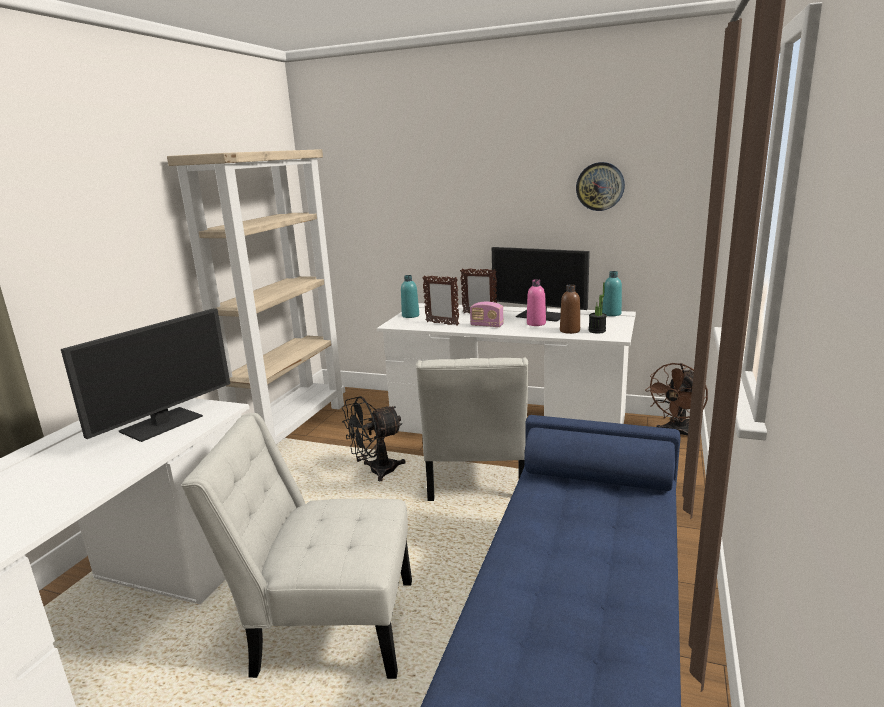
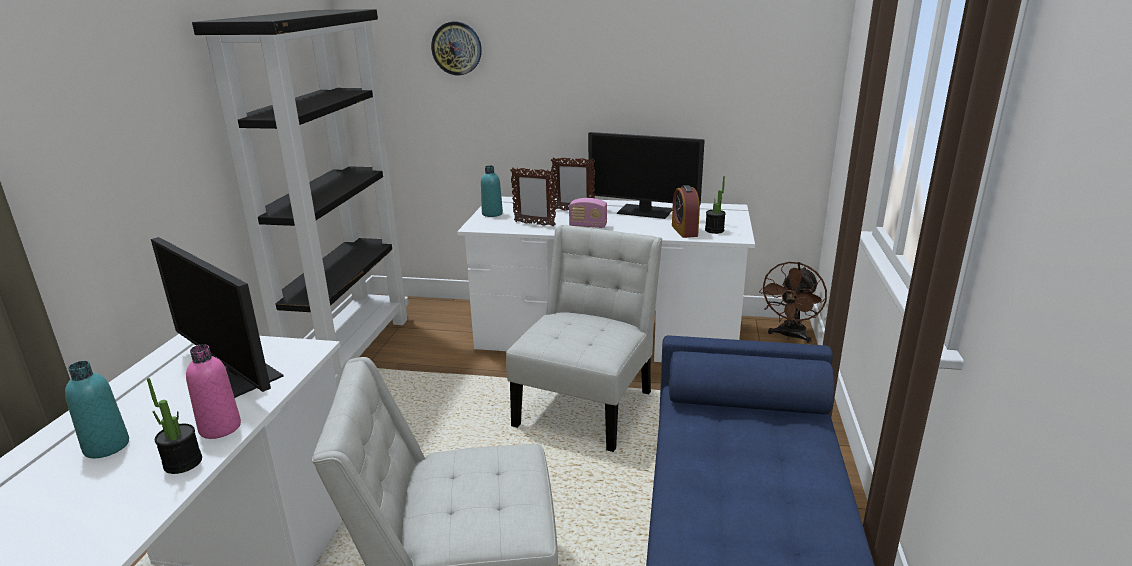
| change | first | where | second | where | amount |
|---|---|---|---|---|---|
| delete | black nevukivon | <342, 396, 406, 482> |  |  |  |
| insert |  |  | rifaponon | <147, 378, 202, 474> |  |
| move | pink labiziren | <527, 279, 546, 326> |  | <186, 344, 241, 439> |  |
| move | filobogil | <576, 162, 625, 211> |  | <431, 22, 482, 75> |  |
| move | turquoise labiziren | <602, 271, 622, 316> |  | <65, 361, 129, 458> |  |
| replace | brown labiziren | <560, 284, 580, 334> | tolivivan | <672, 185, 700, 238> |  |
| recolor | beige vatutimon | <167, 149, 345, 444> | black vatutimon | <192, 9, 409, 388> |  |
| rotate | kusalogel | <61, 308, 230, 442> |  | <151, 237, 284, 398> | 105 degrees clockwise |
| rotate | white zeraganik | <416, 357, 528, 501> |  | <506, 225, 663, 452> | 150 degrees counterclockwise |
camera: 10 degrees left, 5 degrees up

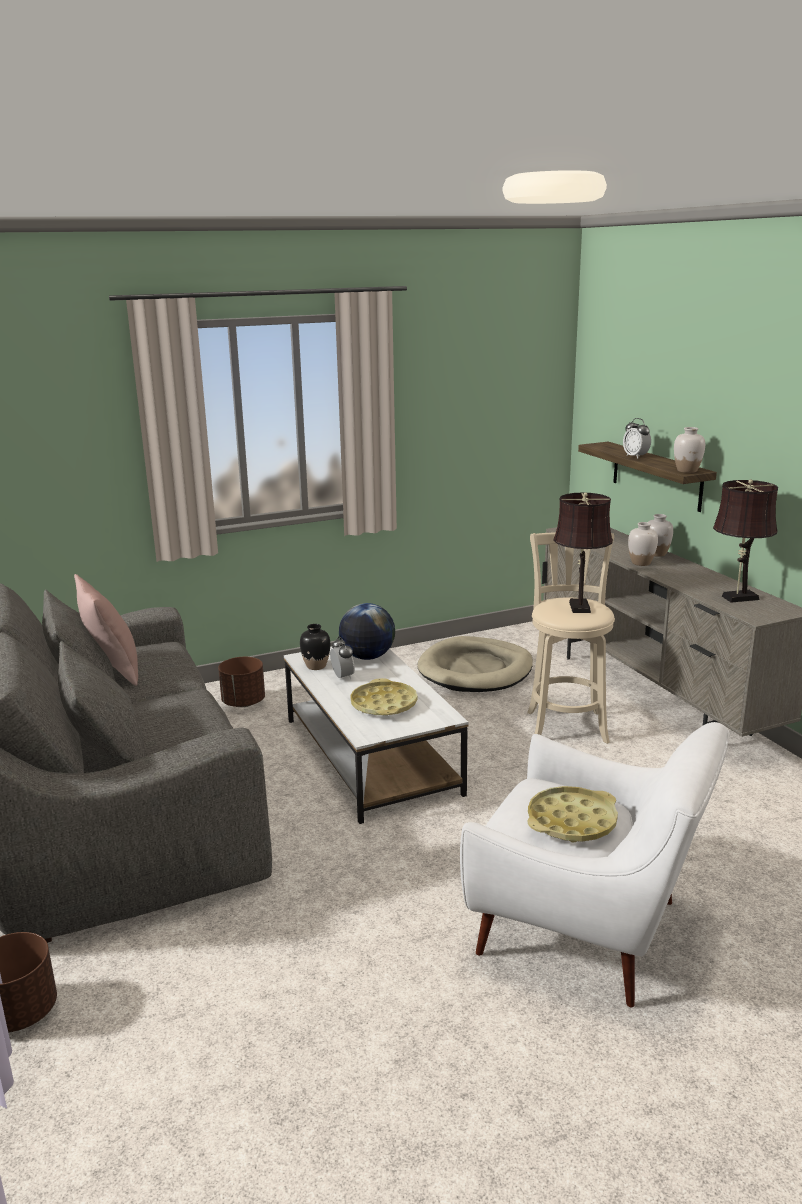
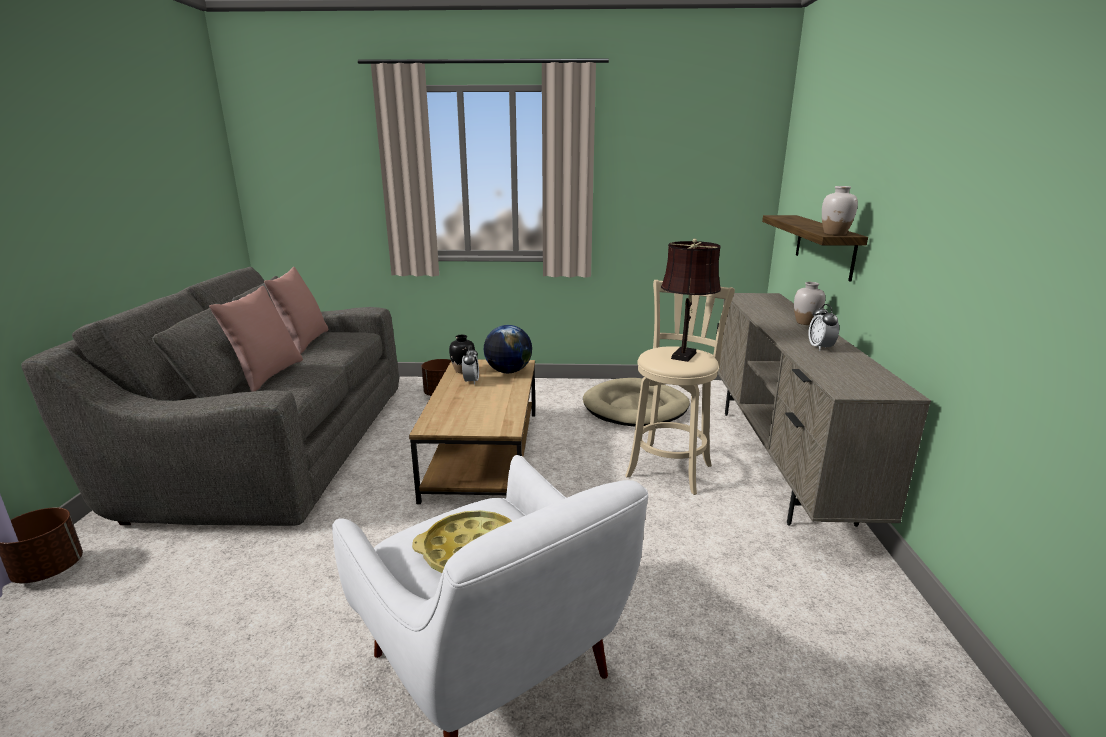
| change | first | where | second | where | amount |
|---|---|---|---|---|---|
| delete | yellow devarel | <350, 678, 417, 715> |  |  |  |
| delete | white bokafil | <628, 522, 658, 566> |  |  |  |
| delete | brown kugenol | <713, 479, 778, 603> |  |  |  |
| insert |  |  | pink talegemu | <209, 286, 303, 392> |  |
| move | tolivivan | <623, 418, 651, 459> |  | <808, 304, 839, 351> |  |
| recolor | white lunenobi | <284, 647, 468, 824> | brown lunenobi | <409, 359, 535, 504> |  |
camera: 25 degrees right, 0 degrees up

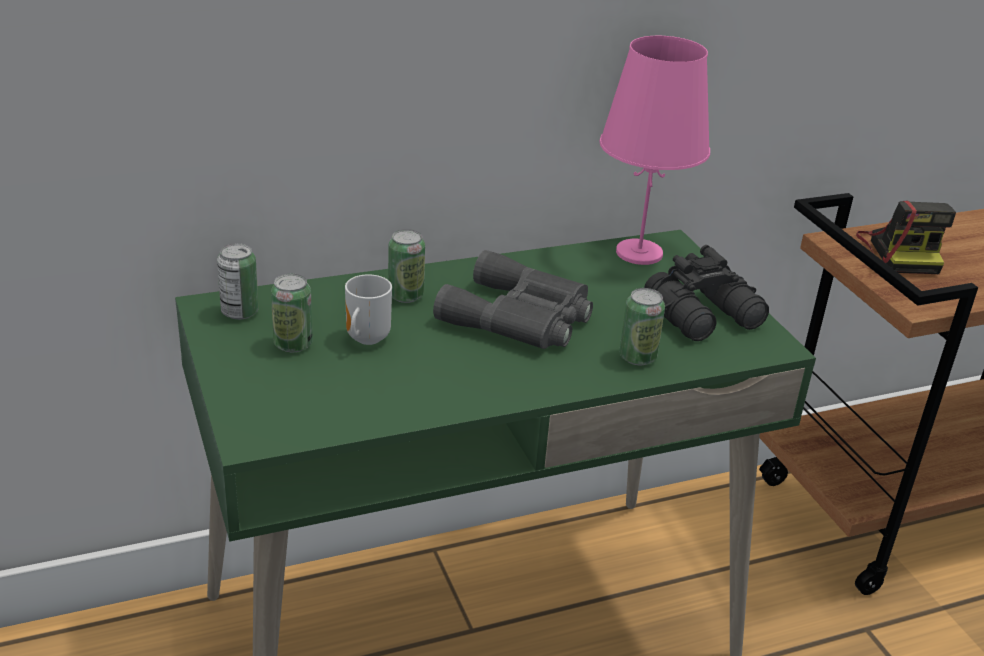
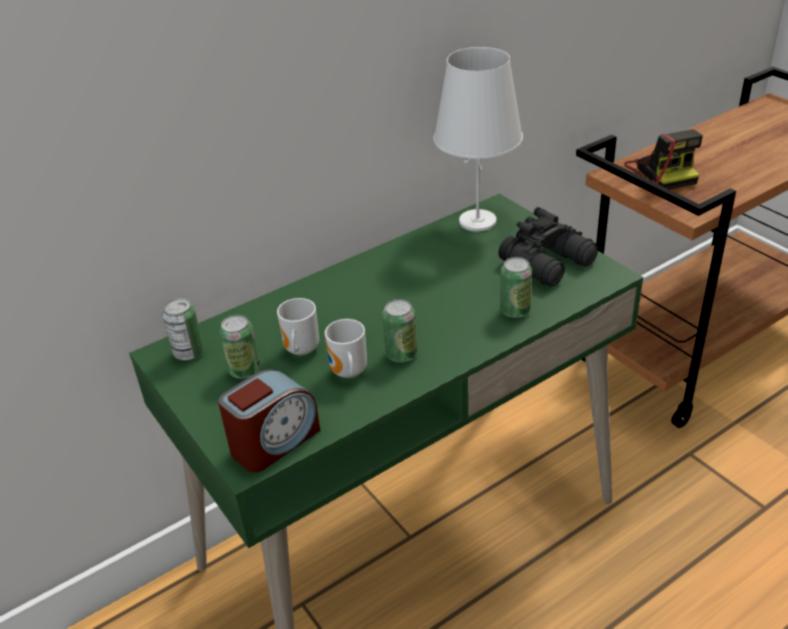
| change | first | where | second | where | amount |
|---|---|---|---|---|---|
| delete | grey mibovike | <433, 250, 593, 349> |  |  |  |
| insert |  |  | tolivivan | <218, 369, 320, 473> |  |
| insert |  |  | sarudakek | <325, 319, 367, 378> |  |
| move | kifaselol | <388, 229, 425, 303> |  | <382, 299, 417, 363> |  |
| recolor | pink kugenol | <599, 36, 710, 265> | white kugenol | <433, 47, 523, 231> |  |
camera: 10 degrees left, 5 degrees up

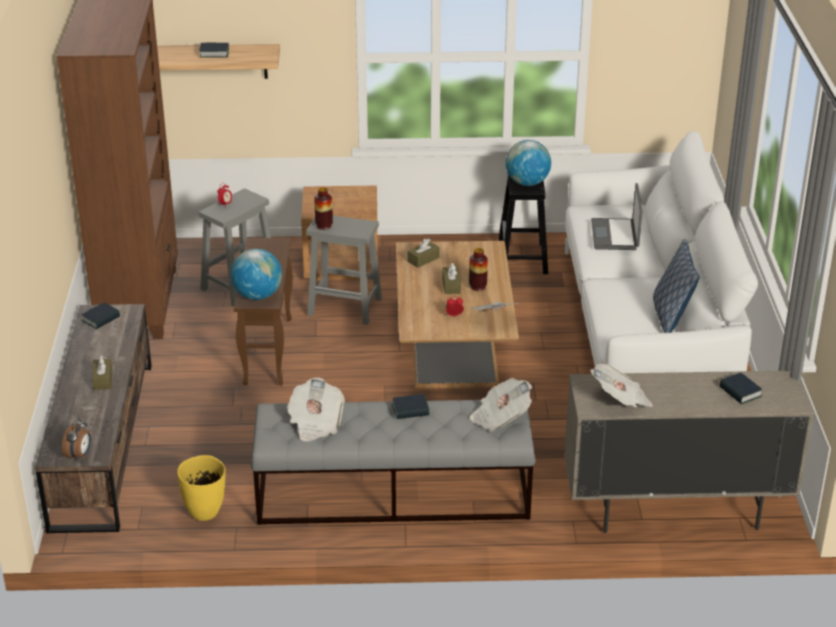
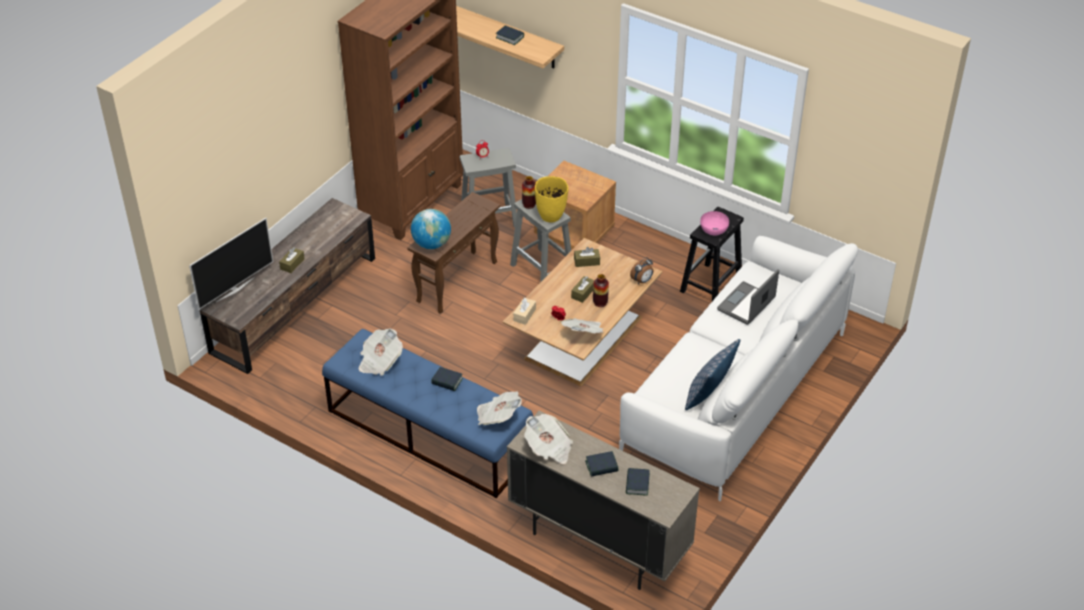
| change | first | where | second | where | amount |
|---|---|---|---|---|---|
| insert |  |  | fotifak | <189, 218, 273, 310> |  |
| insert |  |  | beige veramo | <513, 297, 536, 325> |  |
| move | tolivivan | <62, 418, 91, 461> |  | <630, 257, 653, 284> |  |
| move | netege | <81, 302, 120, 329> |  | <585, 451, 618, 476> |  |
| move | yellow bokafil | <177, 455, 226, 521> |  | <535, 176, 568, 223> |  |
| replace | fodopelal | <505, 140, 551, 186> | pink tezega | <700, 211, 729, 236> |  |
| recolor | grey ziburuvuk | <251, 400, 536, 525> | blue ziburuvuk | <322, 329, 533, 498> |  |
camera: 35 degrees right, 10 degrees up

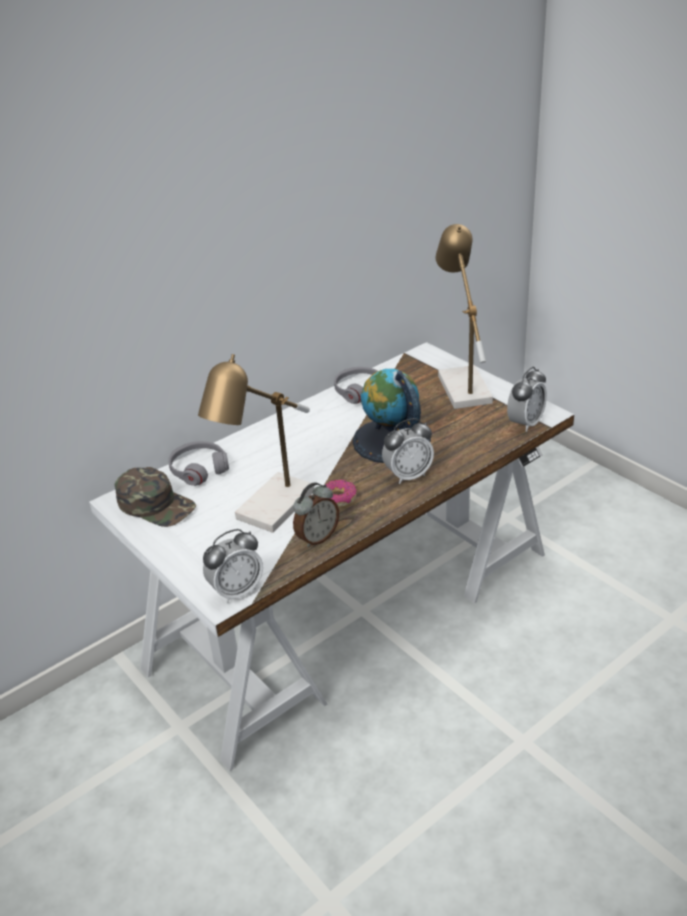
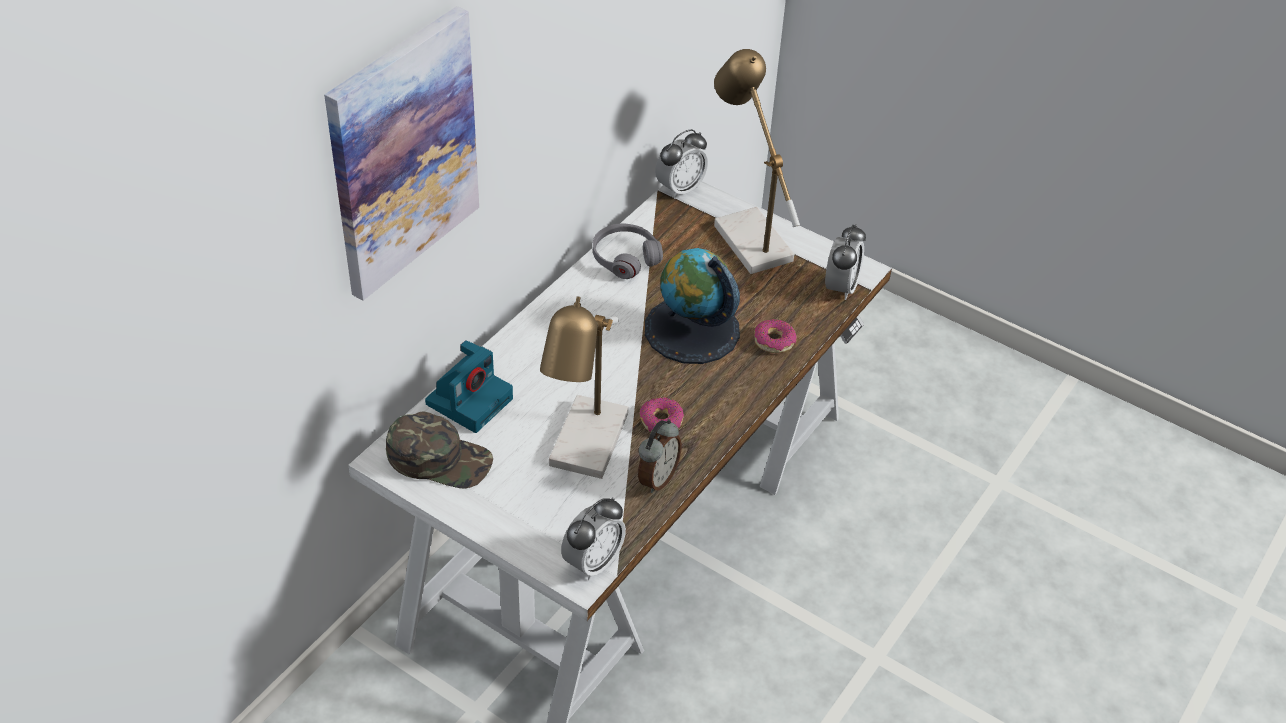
| change | first | where | second | where | amount |
|---|---|---|---|---|---|
| insert |  |  | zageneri | <324, 6, 479, 301> |  |
| insert |  |  | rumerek | <754, 319, 797, 353> |  |
| move | tolivivan | <382, 418, 434, 484> |  | <655, 129, 708, 199> |  |
| replace | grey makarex | <168, 441, 229, 486> | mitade | <425, 340, 513, 433> |  |
camera: 20 degrees left, 10 degrees up

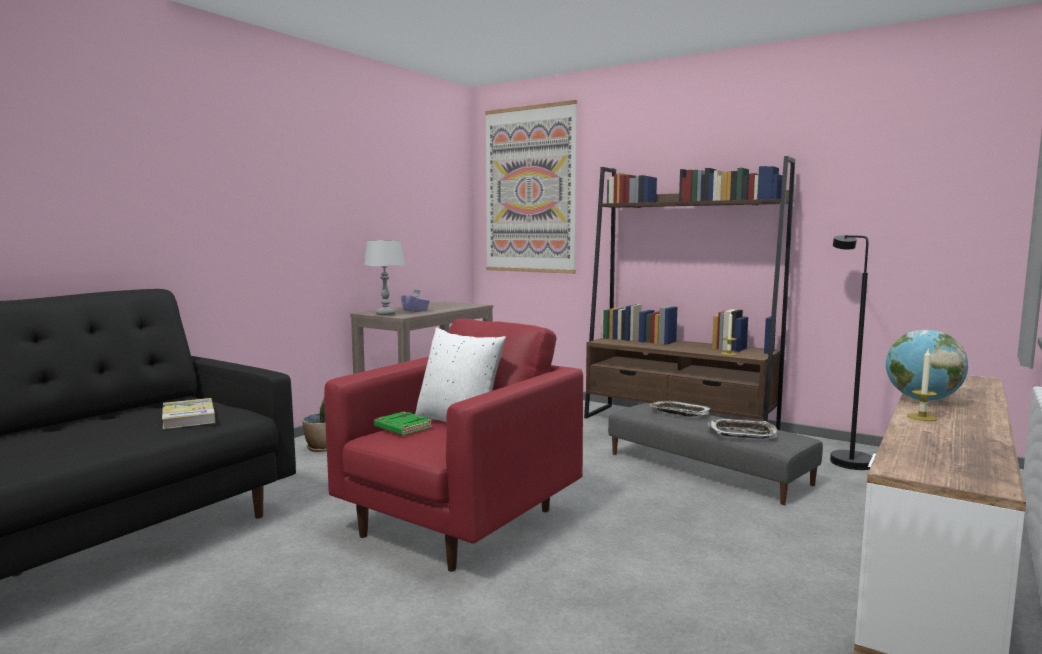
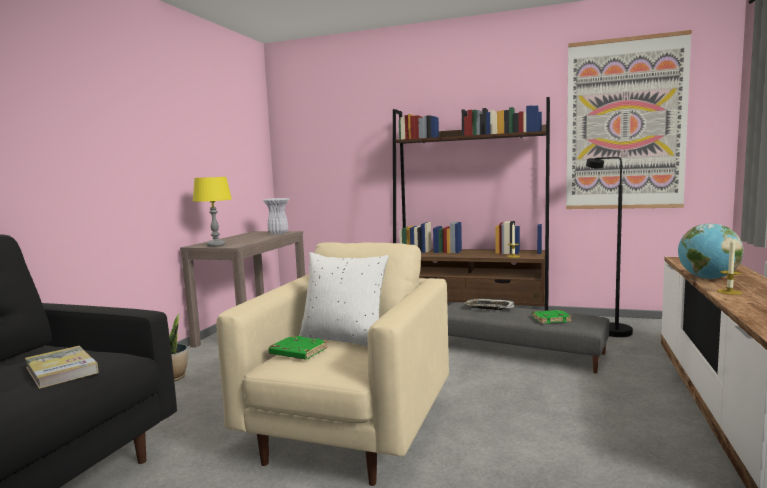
| change | first | where | second | where | amount |
|---|---|---|---|---|---|
| delete | purple veramo | <401, 290, 430, 312> |  |  |  |
| insert |  |  | white bokafil | <263, 198, 289, 234> |  |
| move | zageneri | <485, 100, 577, 274> |  | <566, 30, 692, 209> |  |
| replace | devarel | <707, 418, 778, 439> | green netege | <532, 310, 572, 324> |  |
| recolor | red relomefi | <324, 319, 583, 572> | beige relomefi | <216, 242, 449, 486> |  |
| recolor | grey kugenol | <364, 240, 405, 315> | yellow kugenol | <193, 177, 232, 247> |  |
camera: 15 degrees left, 0 degrees up

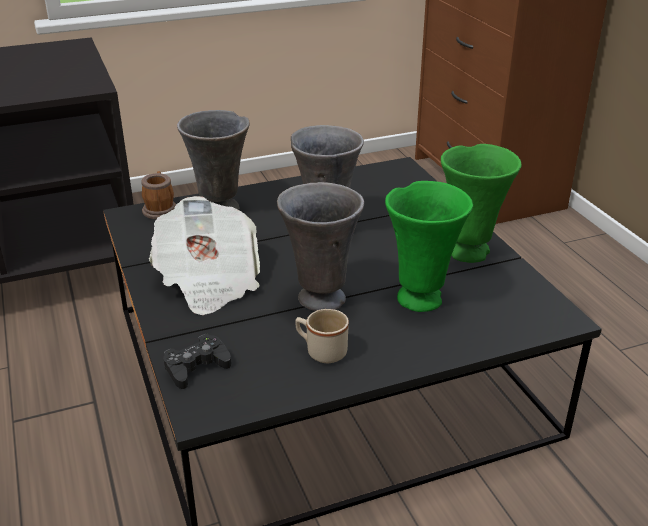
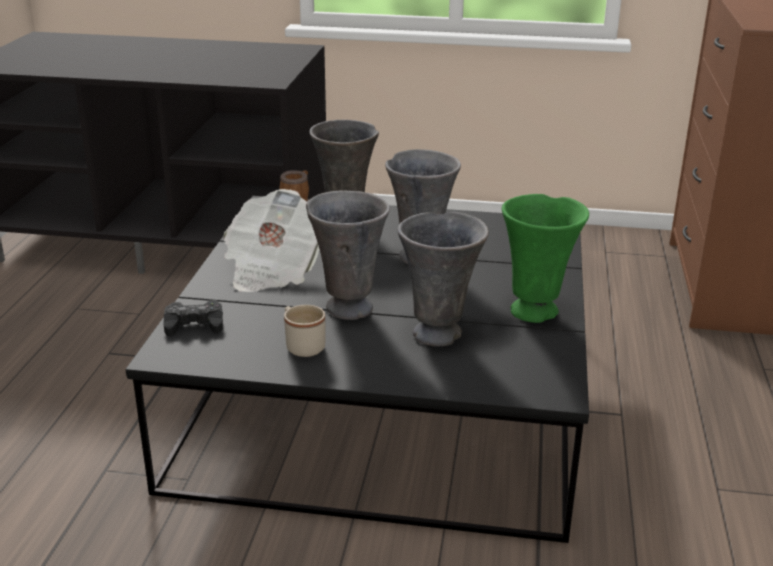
| change | first | where | second | where | amount |
|---|---|---|---|---|---|
| recolor | green bokafil | <385, 181, 473, 312> | grey bokafil | <398, 212, 489, 346> |  |
camera: 30 degrees right, 5 degrees down

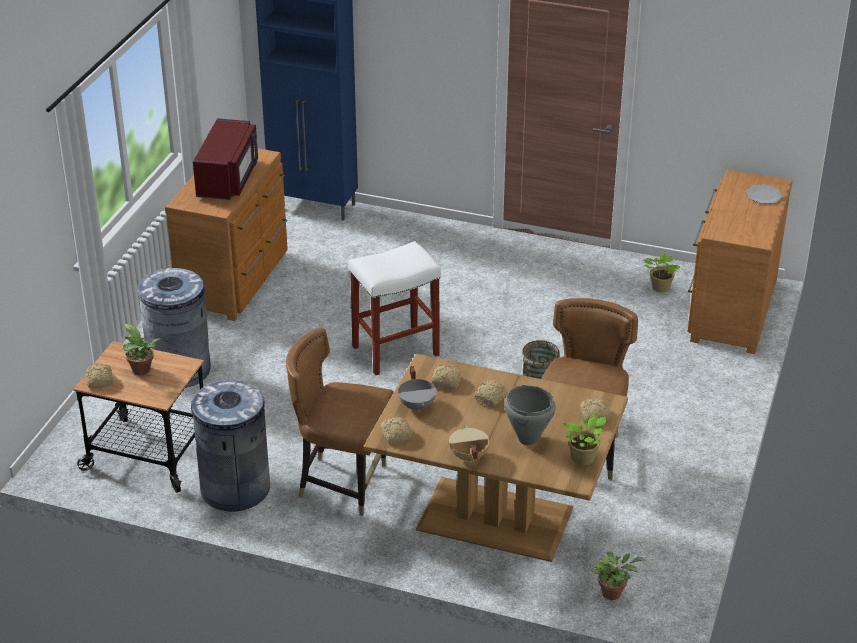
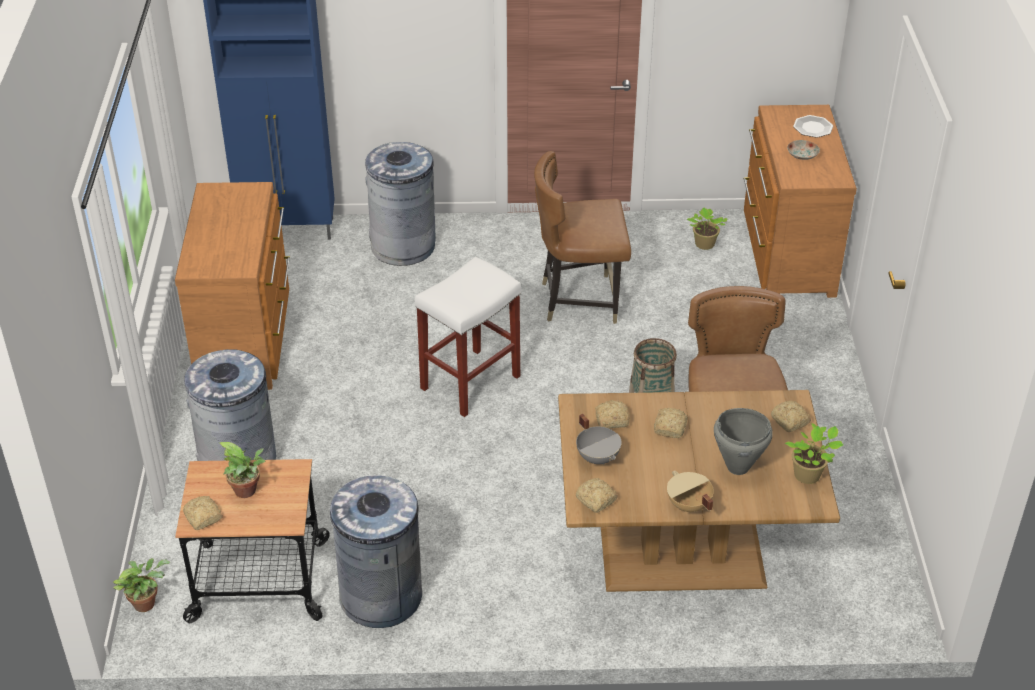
| change | first | where | second | where | amount |
|---|---|---|---|---|---|
| delete | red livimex | <193, 118, 258, 200> |  |  |  |
| insert |  |  | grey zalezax | <365, 142, 435, 266> |  |
| insert |  |  | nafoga | <787, 140, 820, 160> |  |
| move | brown zeraganik | <286, 328, 394, 516> |  | <534, 151, 631, 324> |  |
| move | rifaponon | <591, 552, 646, 600> |  | <113, 558, 170, 612> |  |
camera: 20 degrees left, 5 degrees up

